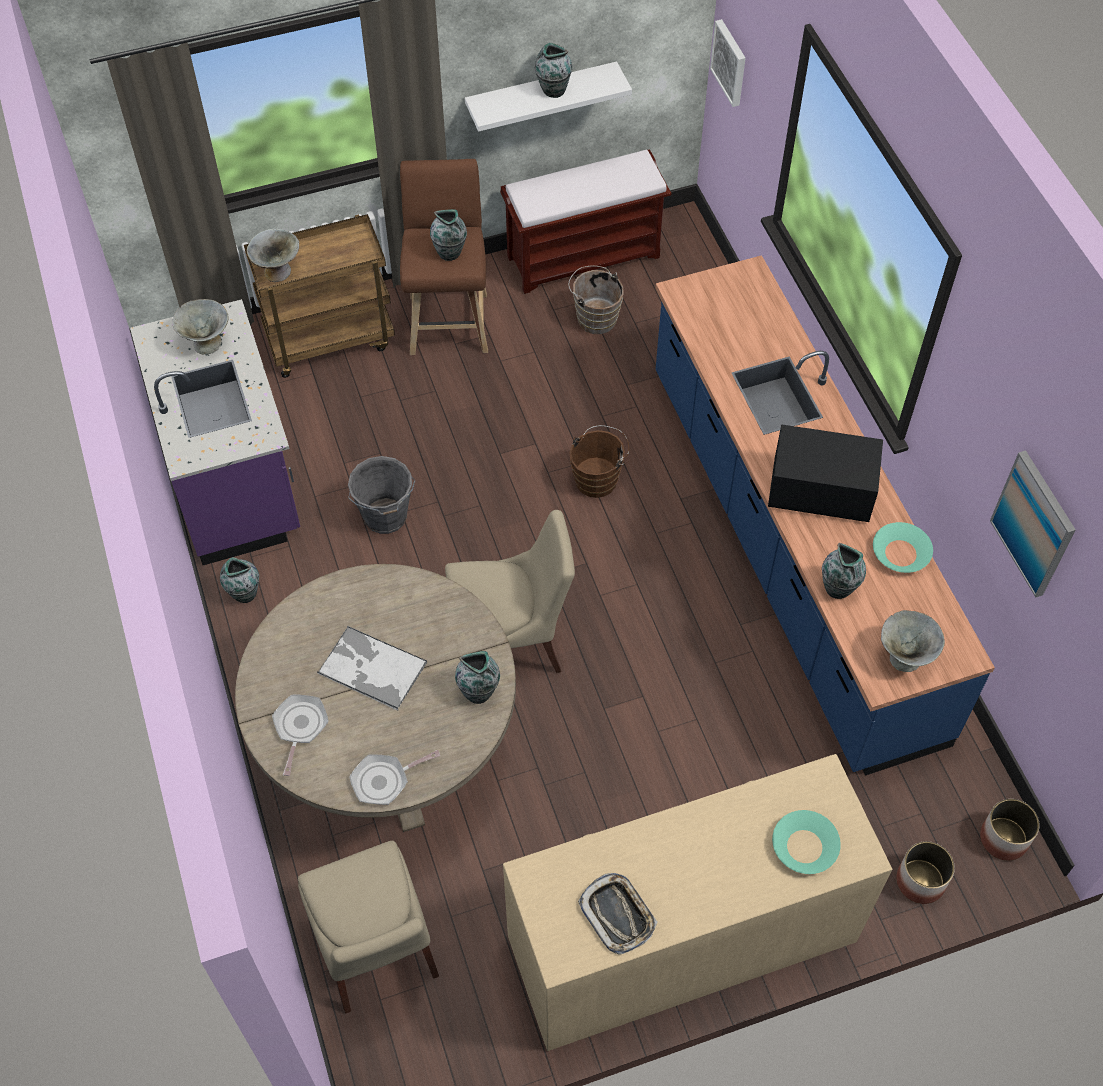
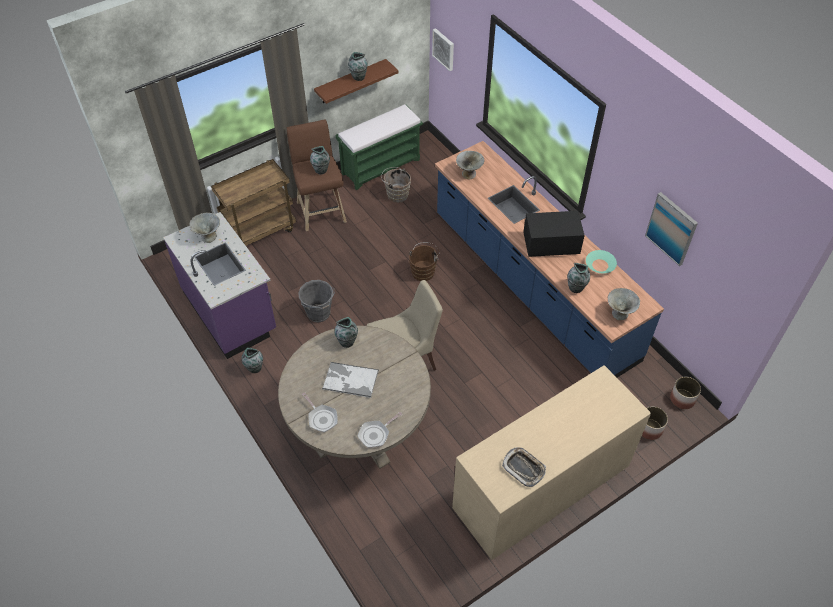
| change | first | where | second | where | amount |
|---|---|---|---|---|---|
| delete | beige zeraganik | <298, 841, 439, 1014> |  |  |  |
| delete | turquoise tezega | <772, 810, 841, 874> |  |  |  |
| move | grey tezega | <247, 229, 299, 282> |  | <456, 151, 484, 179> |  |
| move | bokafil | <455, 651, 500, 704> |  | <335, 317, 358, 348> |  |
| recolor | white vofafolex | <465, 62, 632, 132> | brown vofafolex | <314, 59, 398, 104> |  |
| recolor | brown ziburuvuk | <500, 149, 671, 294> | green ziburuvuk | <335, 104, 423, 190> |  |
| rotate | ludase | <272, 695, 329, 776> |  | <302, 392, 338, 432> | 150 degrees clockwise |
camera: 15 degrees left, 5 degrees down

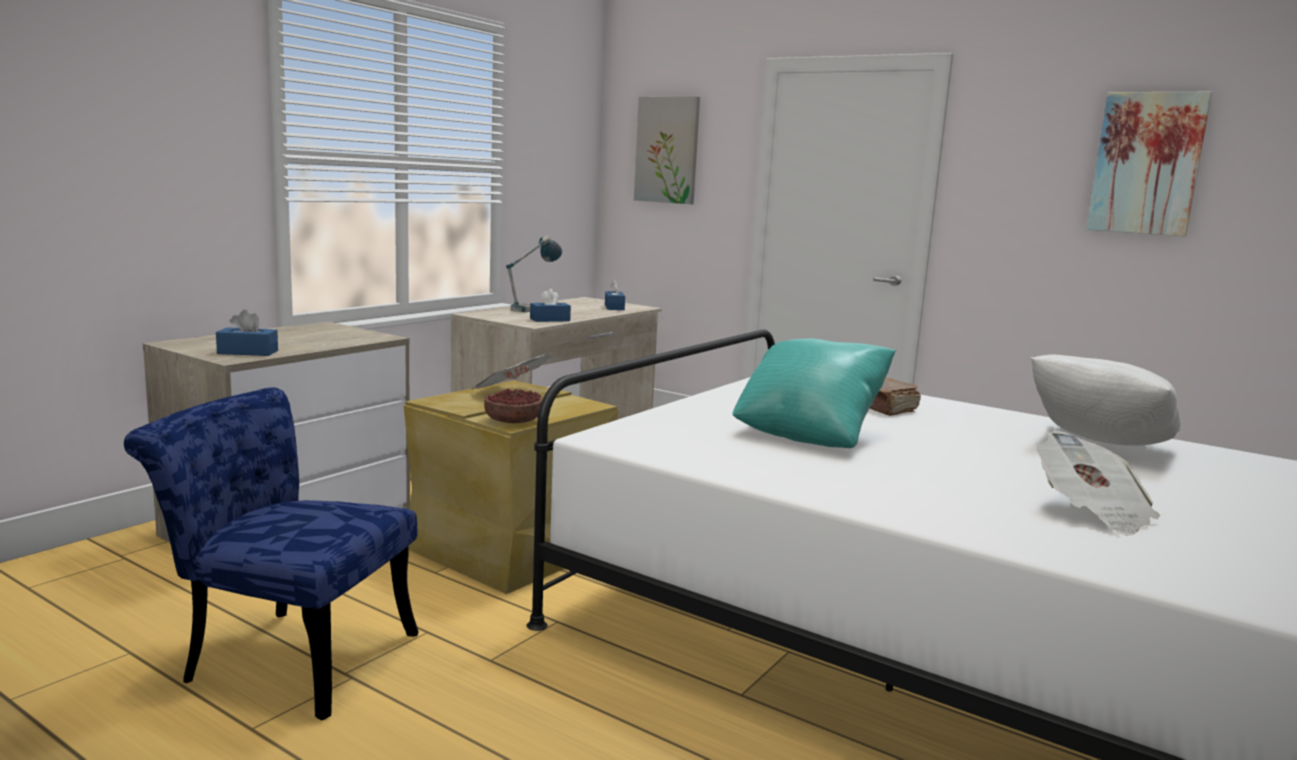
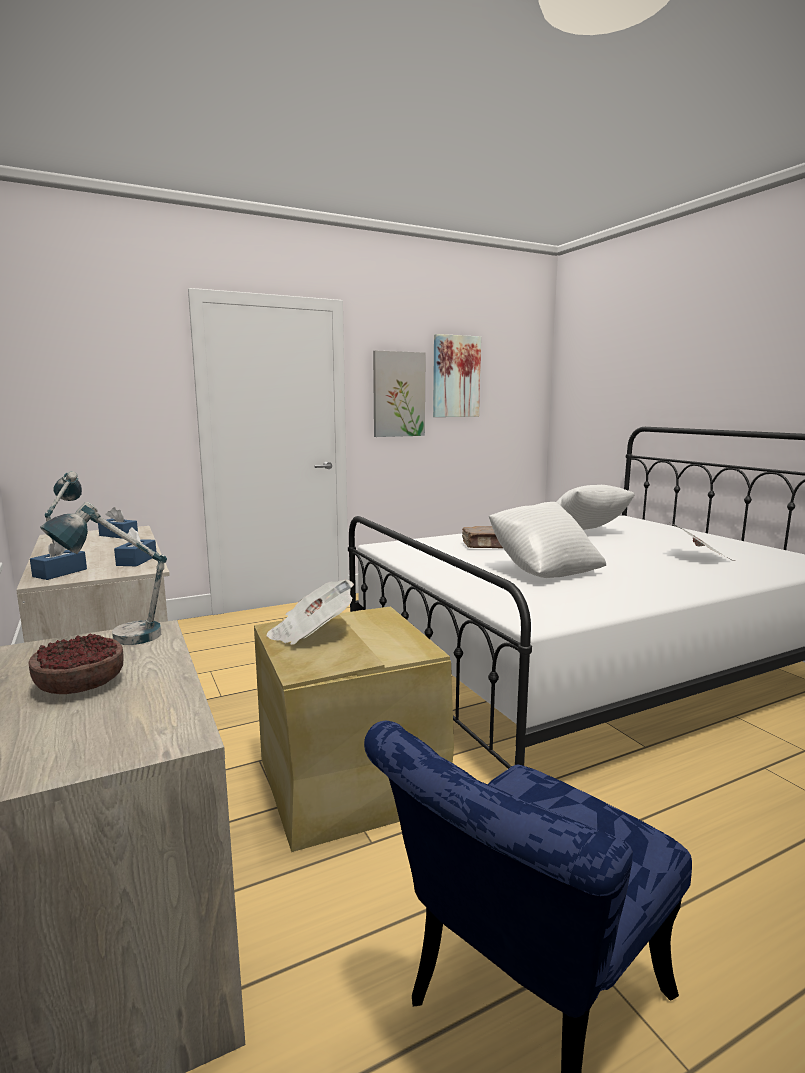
| change | first | where | second | where | amount |
|---|---|---|---|---|---|
| insert |  |  | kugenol | <40, 502, 167, 645> |  |
| move | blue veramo | <216, 310, 278, 356> |  | <30, 541, 87, 580> |  |
| move | tezega | <484, 388, 543, 423> |  | <28, 634, 124, 694> |  |
| move | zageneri | <634, 96, 700, 204> |  | <373, 350, 426, 437> |  |
| recolor | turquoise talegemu | <732, 338, 896, 448> | white talegemu | <489, 502, 606, 578> |  |
camera: 60 degrees left, 0 degrees up

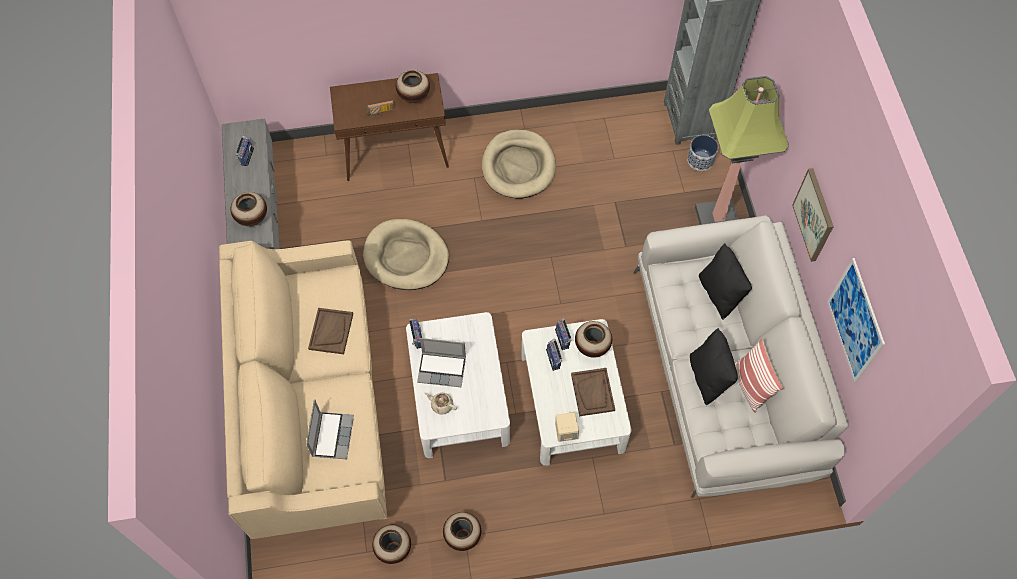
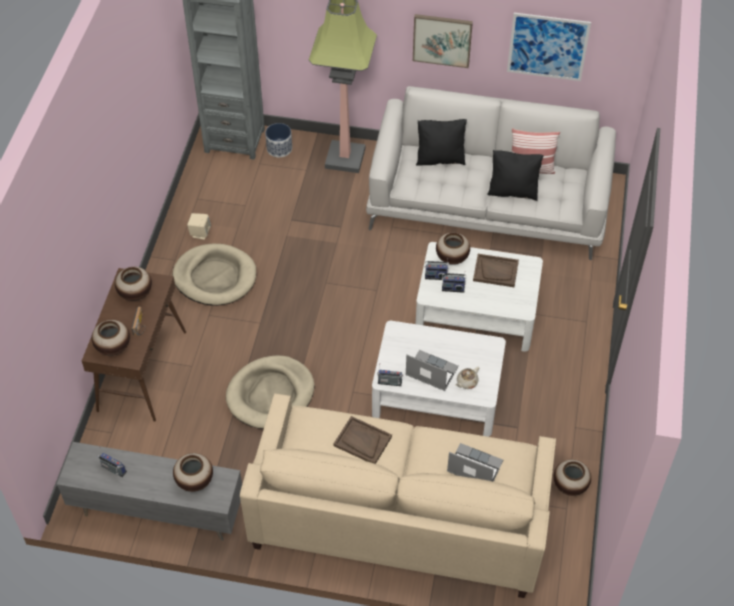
| change | first | where | second | where | amount |
|---|---|---|---|---|---|
| move | bokafil | <443, 512, 481, 551> |  | <92, 320, 130, 356> |  |
| move | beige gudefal | <555, 412, 579, 442> |  | <187, 213, 211, 240> |  |
| rotate | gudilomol | <417, 338, 466, 387> |  | <405, 350, 459, 391> | 90 degrees counterclockwise |
camera: 70 degrees left, 10 degrees down

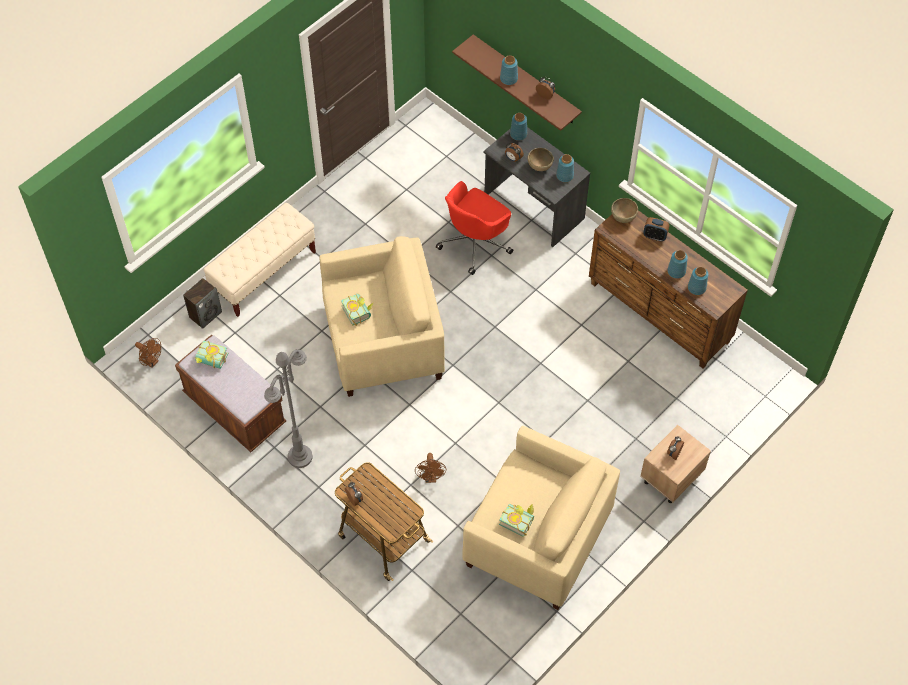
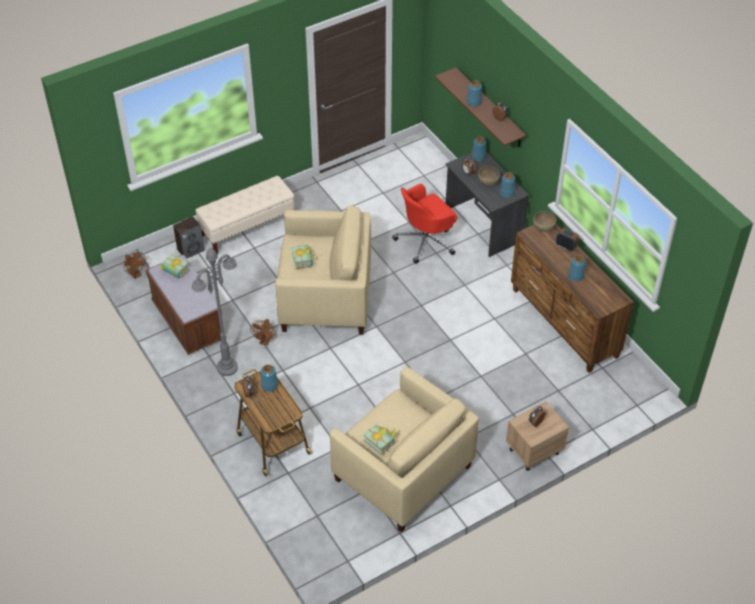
| change | first | where | second | where | amount |
|---|---|---|---|---|---|
| move | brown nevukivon | <415, 453, 446, 483> |  | <250, 319, 275, 345> |  |
| move | blue bokafil | <688, 267, 708, 295> |  | <261, 364, 278, 392> |  |
camera: 15 degrees right, 10 degrees down

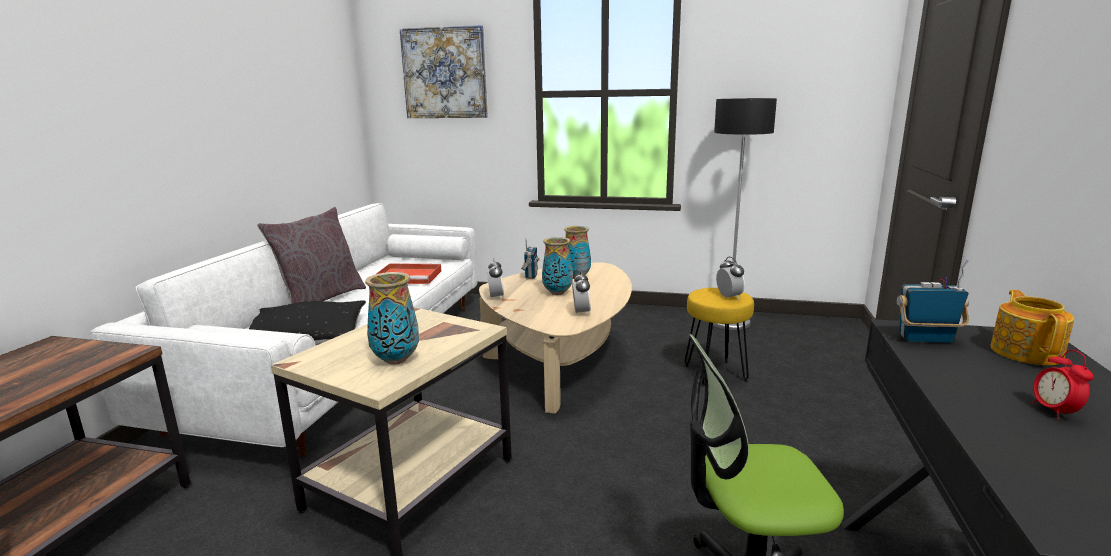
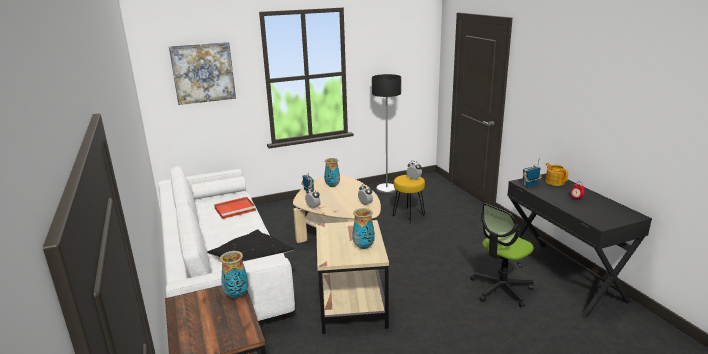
| change | first | where | second | where | amount |
|---|---|---|---|---|---|
| delete | grey talegemu | <257, 207, 366, 304> |  |  |  |
| move | bokafil | <542, 237, 573, 295> |  | <220, 251, 249, 299> |  |
camera: 35 degrees left, 5 degrees up

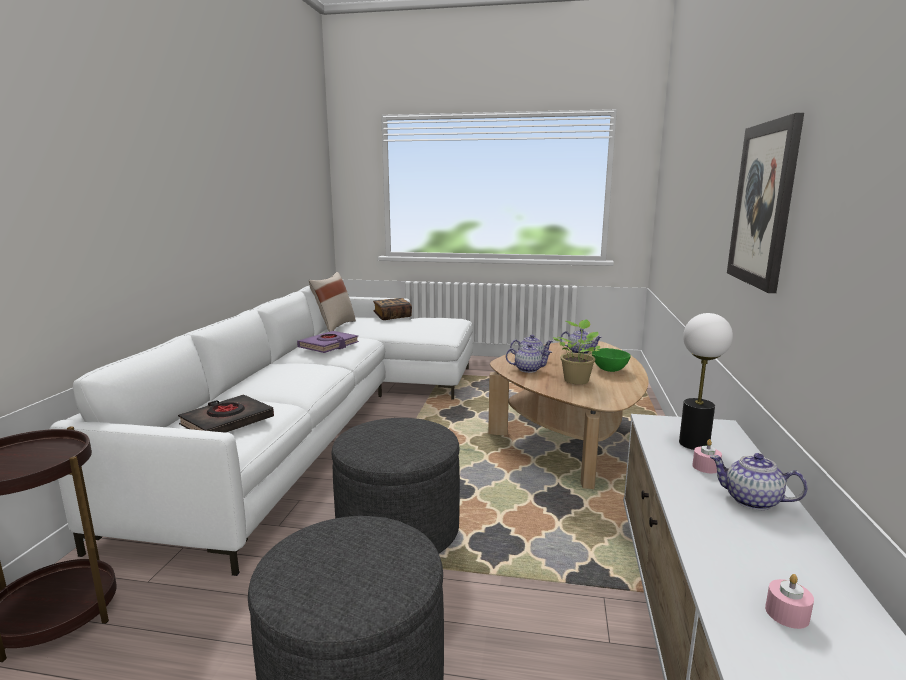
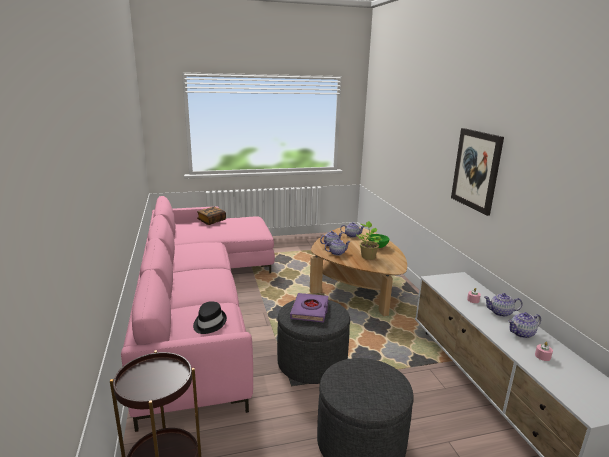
| change | first | where | second | where | amount |
|---|---|---|---|---|---|
| delete | beige talegemu | <309, 272, 356, 332> |  |  |  |
| delete | kugenol | <679, 313, 733, 450> |  |  |  |
| insert |  |  | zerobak | <508, 312, 541, 338> |  |
| move | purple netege | <297, 331, 359, 353> |  | <290, 293, 329, 323> |  |
| replace | black netege | <178, 394, 274, 433> | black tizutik | <193, 301, 227, 334> |  |
| recolor | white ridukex | <49, 285, 473, 576> | pink ridukex | <121, 196, 275, 432> |  |
camera: 25 degrees left, 5 degrees up

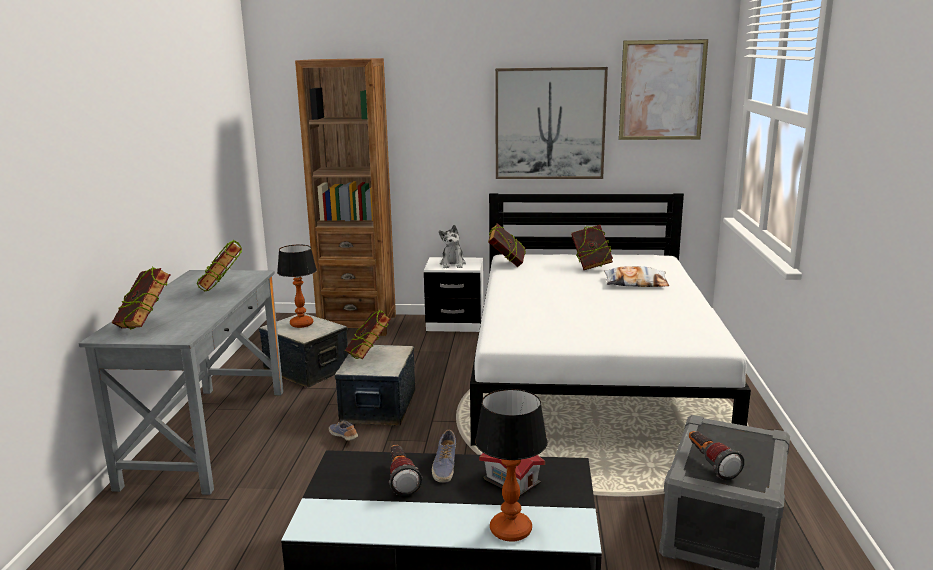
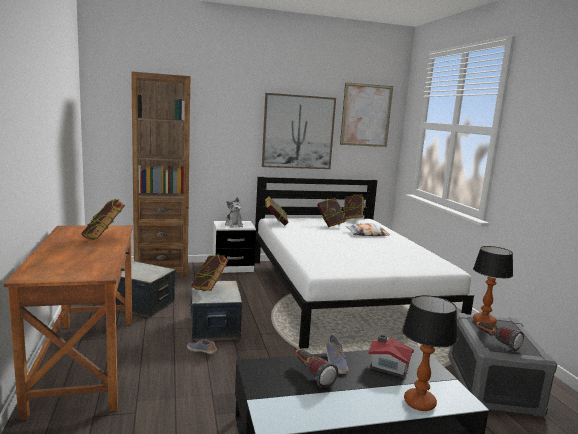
| change | first | where | second | where | amount |
|---|---|---|---|---|---|
| move | netege | <112, 267, 171, 330> |  | <343, 194, 364, 219> |  |
| move | kugenol | <277, 245, 317, 328> |  | <473, 246, 513, 325> |  |
| recolor | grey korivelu | <79, 270, 283, 495> | brown korivelu | <4, 226, 133, 420> |  |
camera: 20 degrees left, 5 degrees down

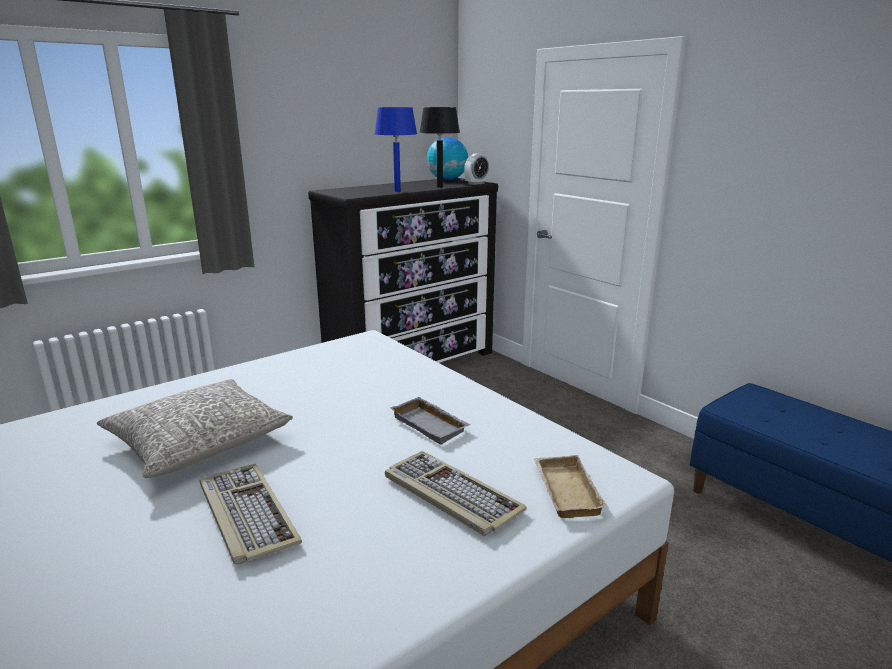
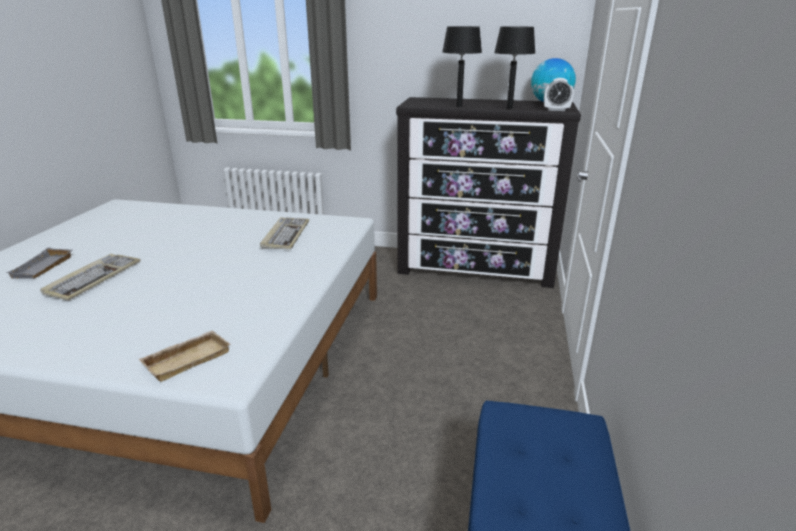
| change | first | where | second | where | amount |
|---|---|---|---|---|---|
| delete | grey talegemu | <97, 379, 293, 478> |  |  |  |
| move | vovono | <385, 451, 527, 536> |  | <260, 217, 309, 249> |  |
| move | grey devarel | <390, 397, 471, 445> |  | <6, 248, 73, 279> |  |
| recolor | blue kugenol | <375, 107, 417, 192> | black kugenol | <442, 26, 482, 107> |  |
camera: 50 degrees right, 5 degrees up

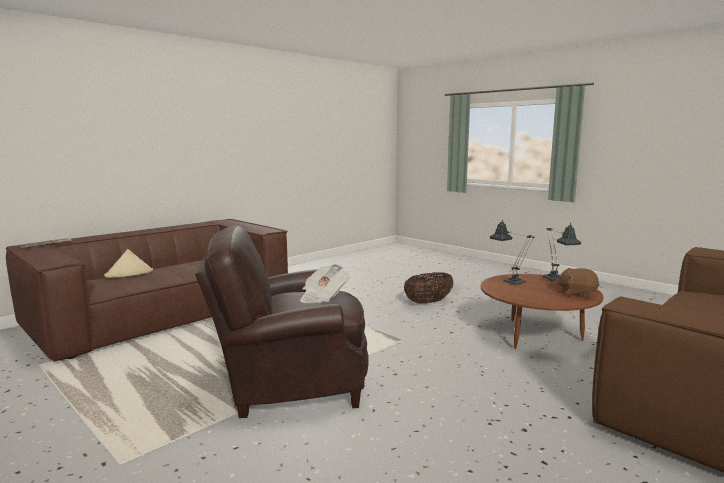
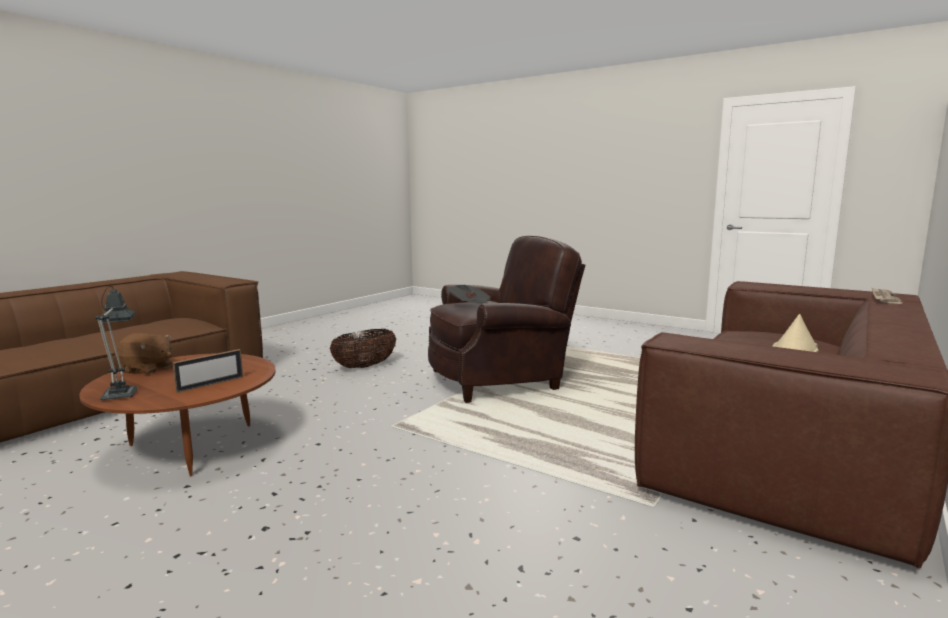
| change | first | where | second | where | amount |
|---|---|---|---|---|---|
| move | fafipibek | <404, 272, 454, 304> |  | <330, 329, 396, 368> |  |
| replace | kugenol | <490, 222, 535, 285> | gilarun | <172, 349, 243, 393> |  |
camera: 170 degrees right, 0 degrees up

